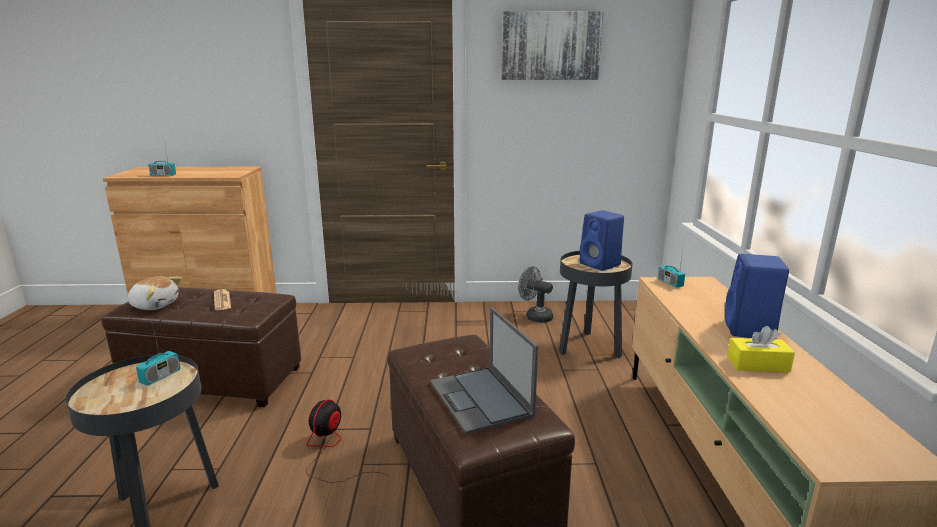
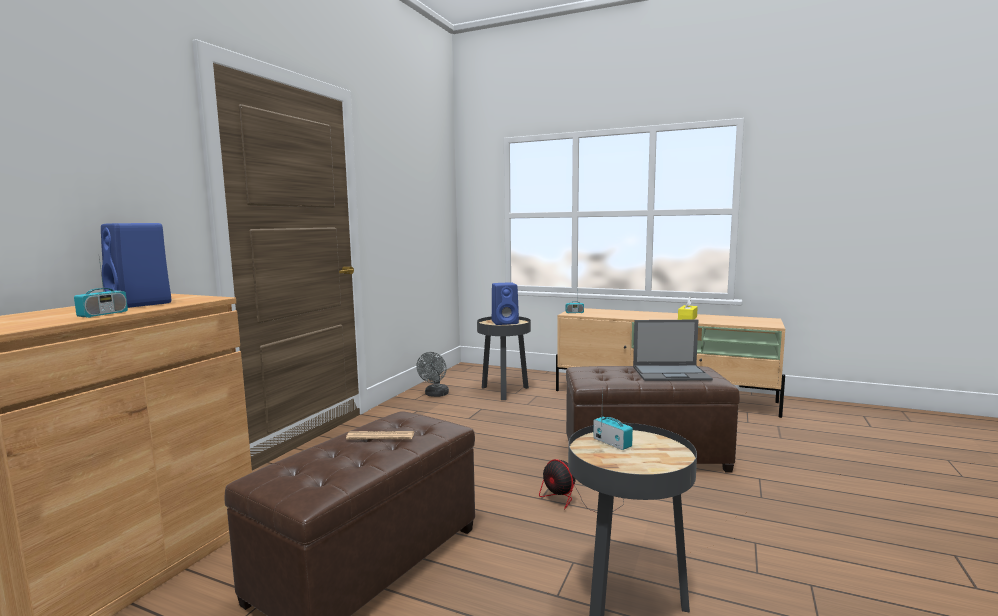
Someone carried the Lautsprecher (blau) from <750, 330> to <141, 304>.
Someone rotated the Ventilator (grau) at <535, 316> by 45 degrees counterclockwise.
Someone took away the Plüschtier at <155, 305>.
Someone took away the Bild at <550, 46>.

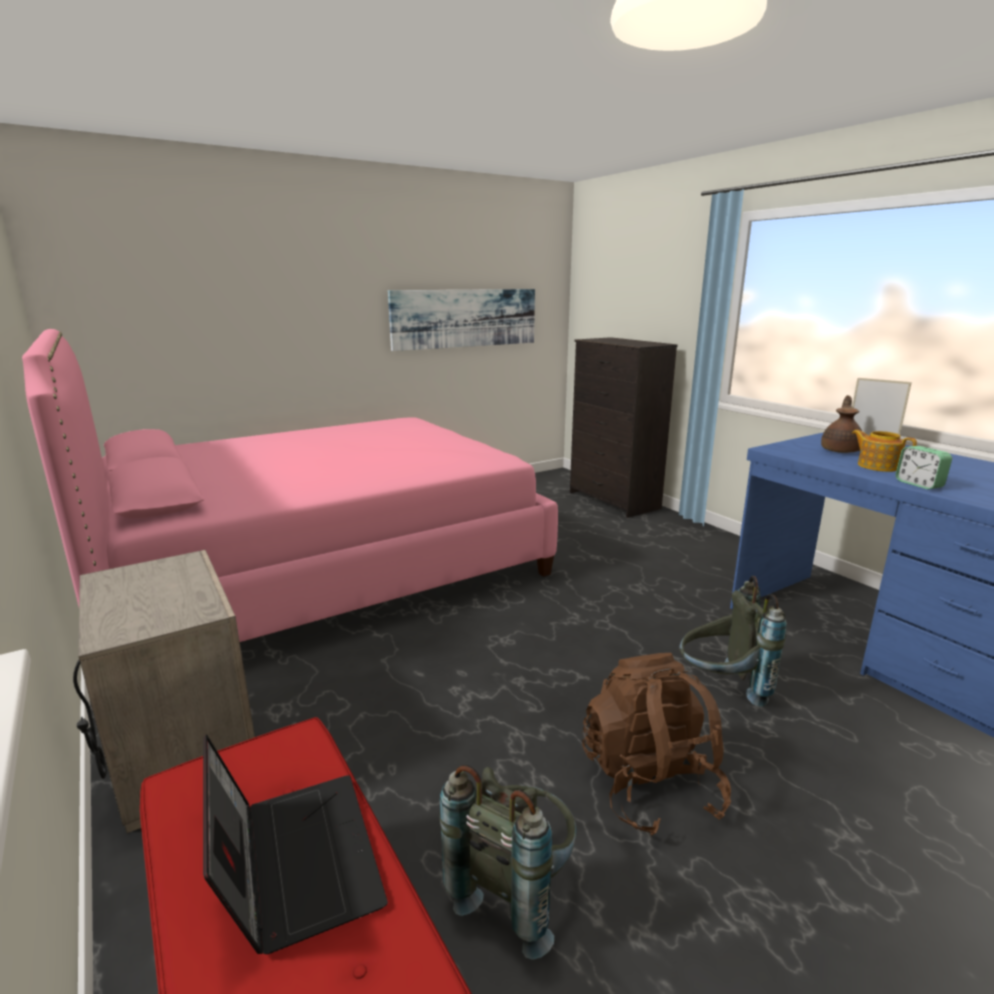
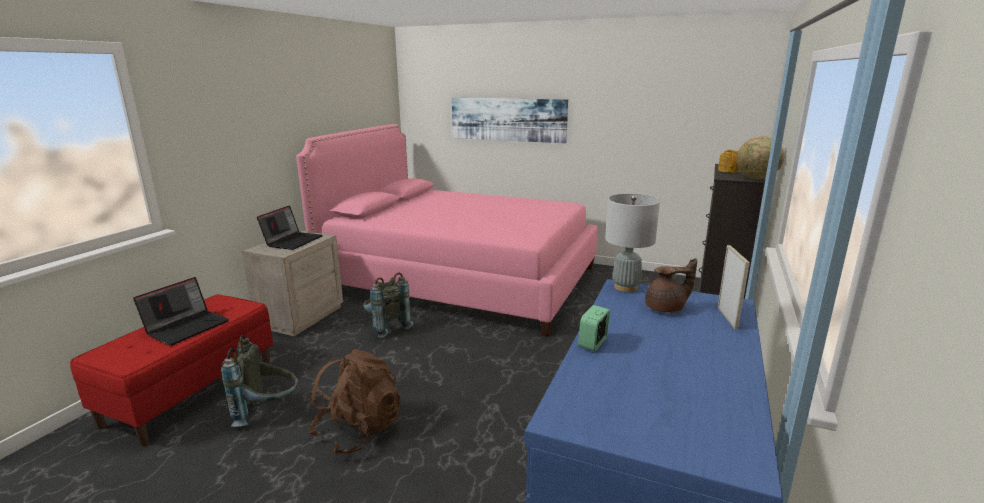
Someone put down the Laptop at <293, 241>.
Someone carried the Rucksack (grau) from <721, 688> to <386, 327>.
Someone carried the Bild from <465, 318> to <507, 119>.
Someone put down the Tischlampe (grau) at <625, 287>.
Someone carried the Teekanne from <877, 466> to <729, 170>.
Someone put down the Globus at <756, 179>.

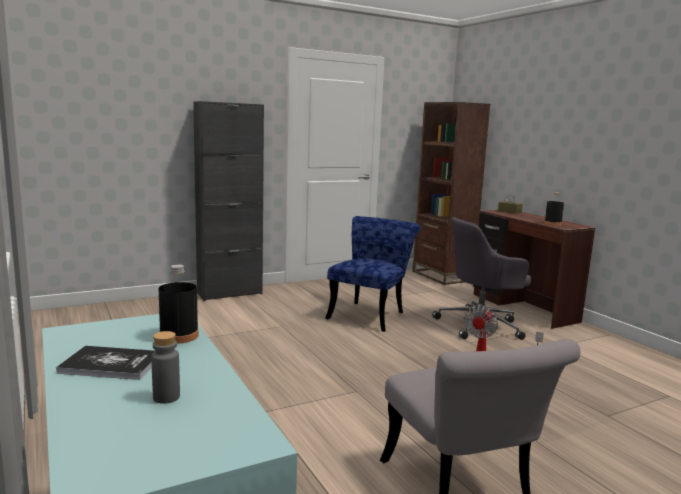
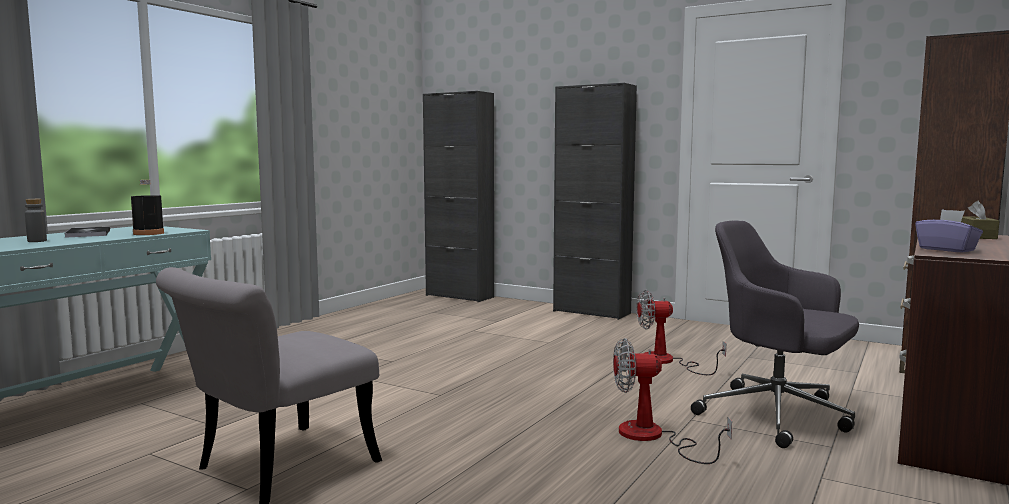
Someone put down the Schrank (schwarz) at <459, 296>.
Someone swapped the Stuhl (blau) at <370, 314> for the Ventilator at <667, 362>.
Someone swapped the Flasche (schwarz) at <552, 224> for the Taschentuchbox (lila) at <947, 249>.

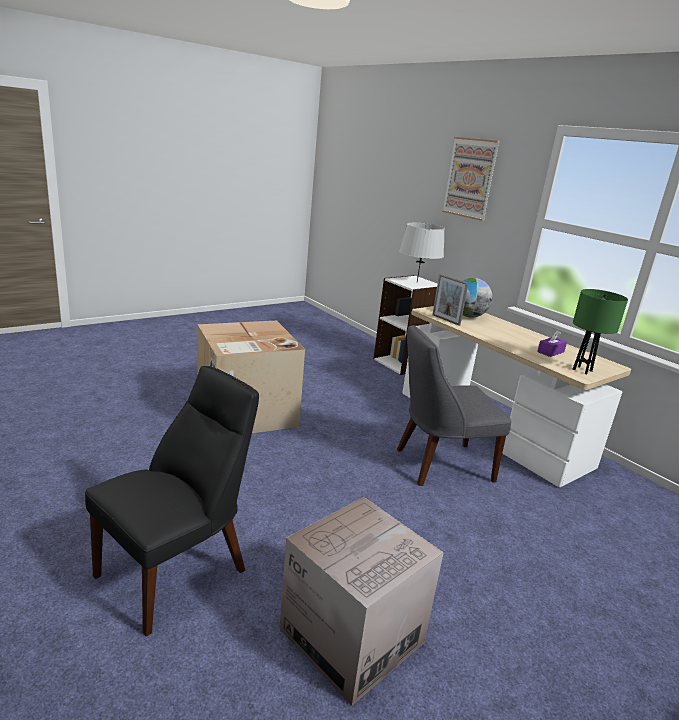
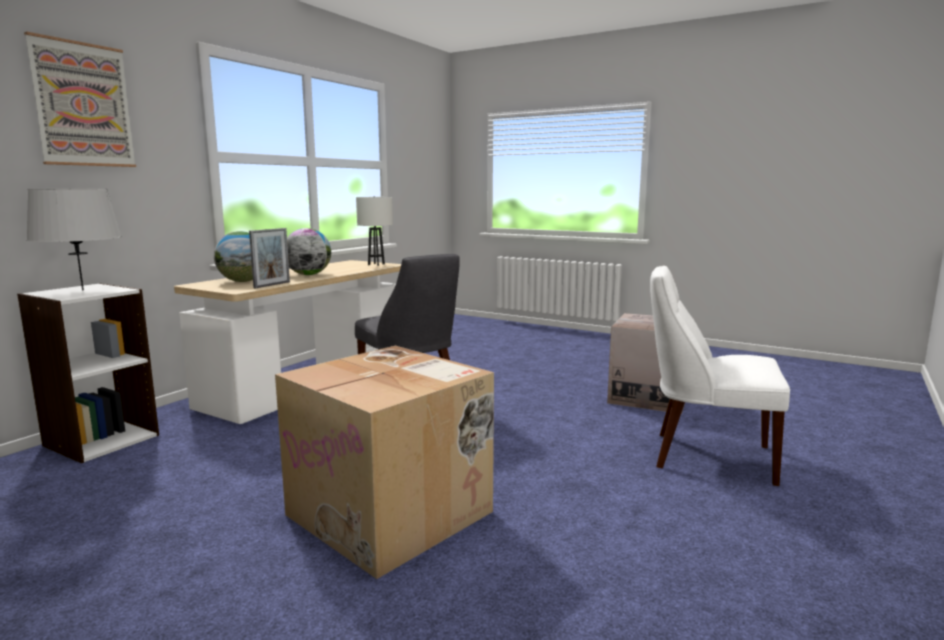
Someone put down the Globus at <308, 274>.
Someone repainted the Tischlampe (grün) at <582, 370>, which became the Tischlampe (weiß) at <376, 264>.
Someone repainted the Stuhl (schwarz) at <178, 570>, which became the Stuhl (weiß) at <706, 456>.
Someone took away the Taschentuchbox (lila) at <550, 352>.

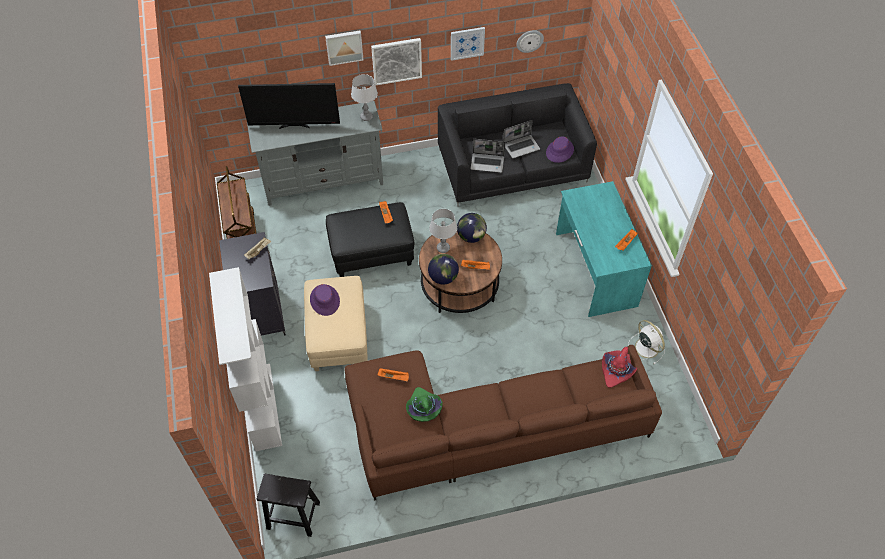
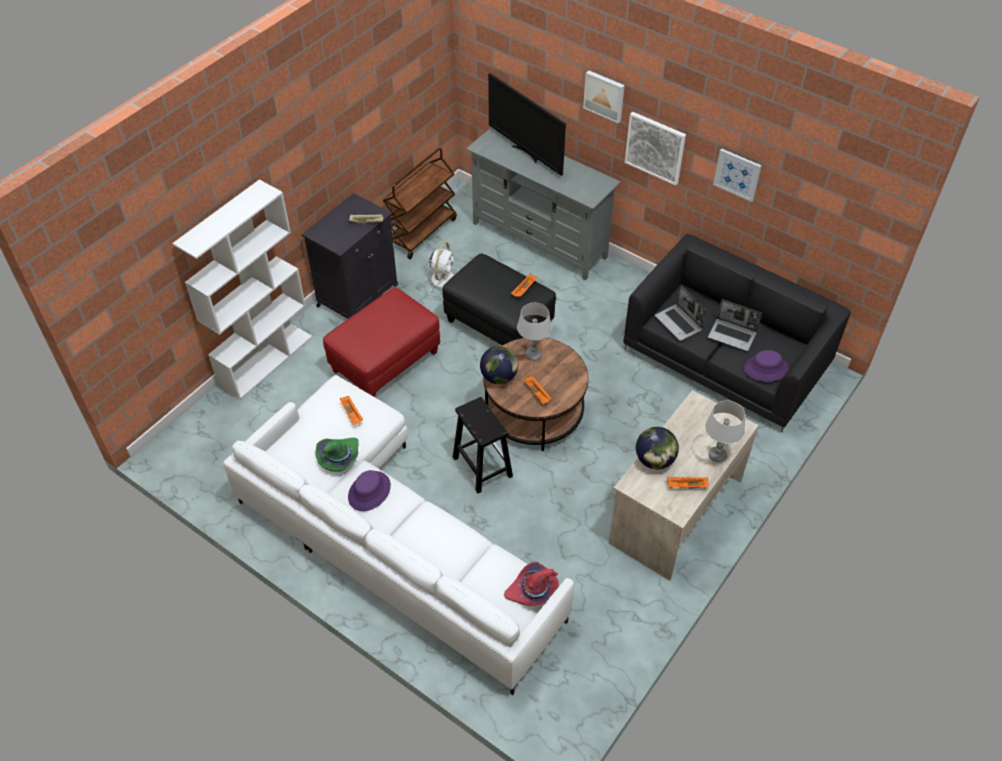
Someone repainted the Sofa (braun) at <485, 427>, which became the Sofa (weiß) at <390, 538>.
Someone repainted the Polsterhocker (beige) at <337, 335>, which became the Polsterhocker (rot) at <385, 361>.
Someone carried the Hut (lila) from <325, 300> to <369, 491>.
Someone carried the Ventilator (weiß) from <646, 347> to <443, 278>.
Someone carried the Hocker (schwarz) from <292, 515> to <481, 466>.
Someone repainted the Schreibtisch (türkis) at <594, 269>, which became the Schreibtisch (beige) at <675, 510>.
Someone carried the Globus from <471, 236> to <654, 460>.
Someone carried the Tischlampe (grau) from <366, 117> to <717, 456>.
Someone took away the Wanduhr at <529, 41>.

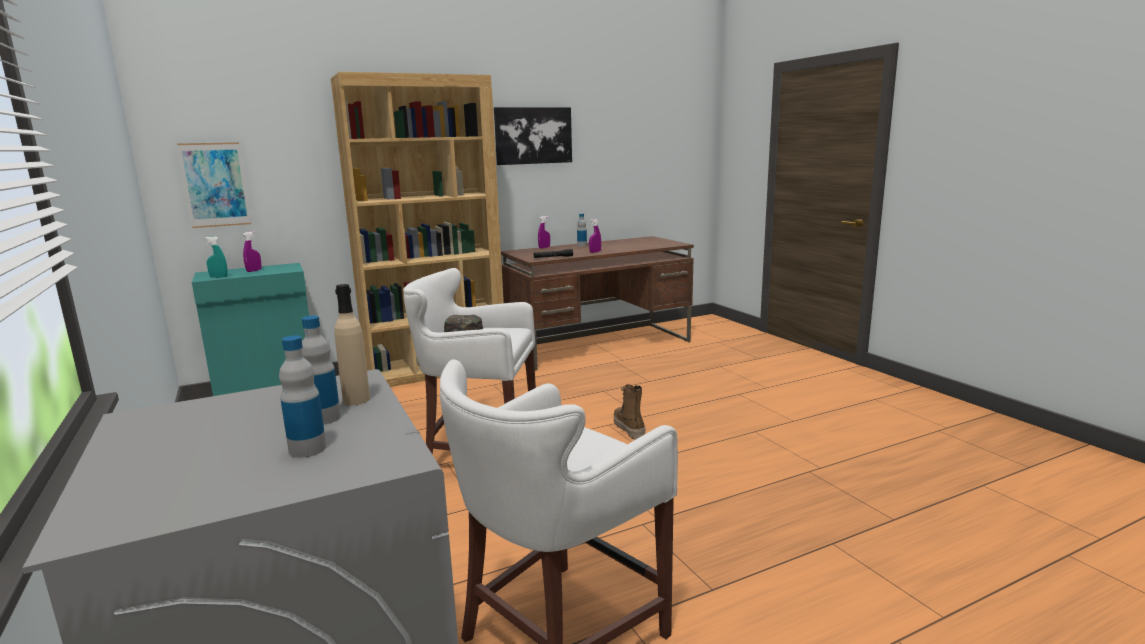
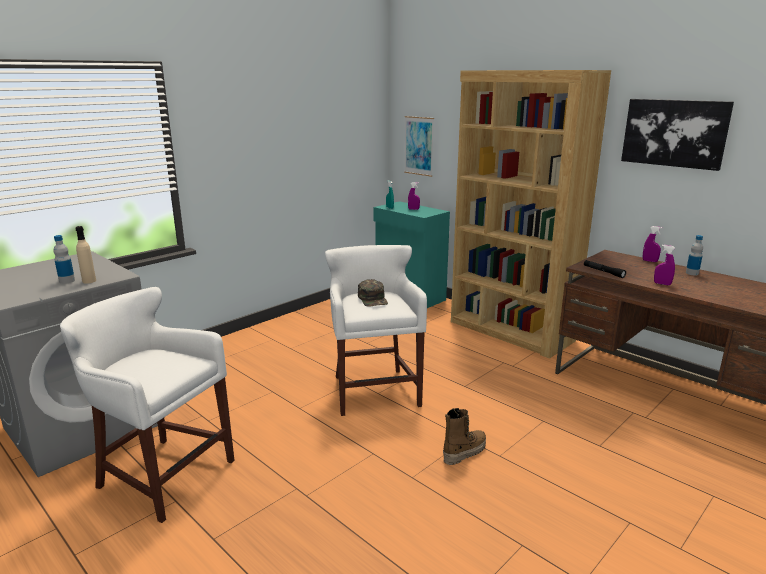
Someone took away the Flasche at <307, 449>.

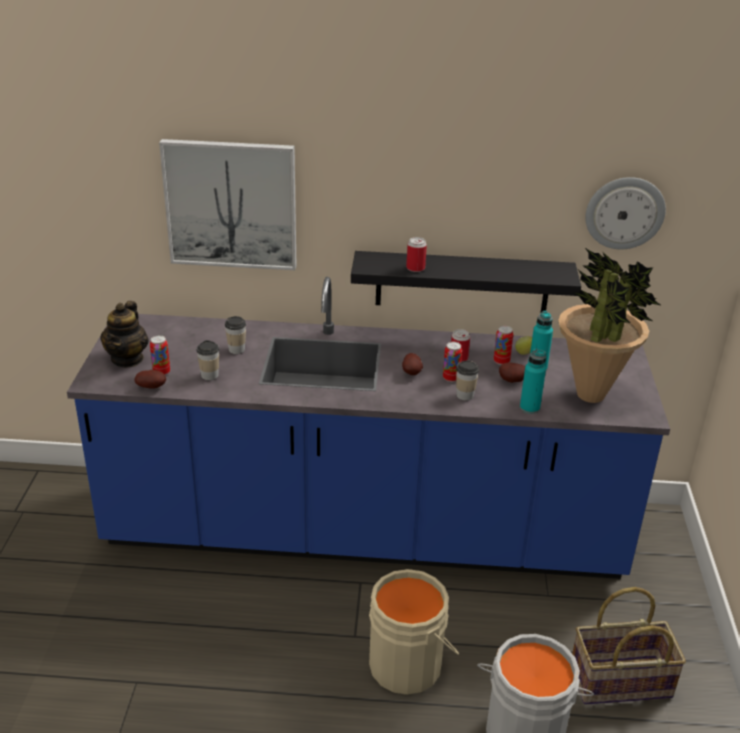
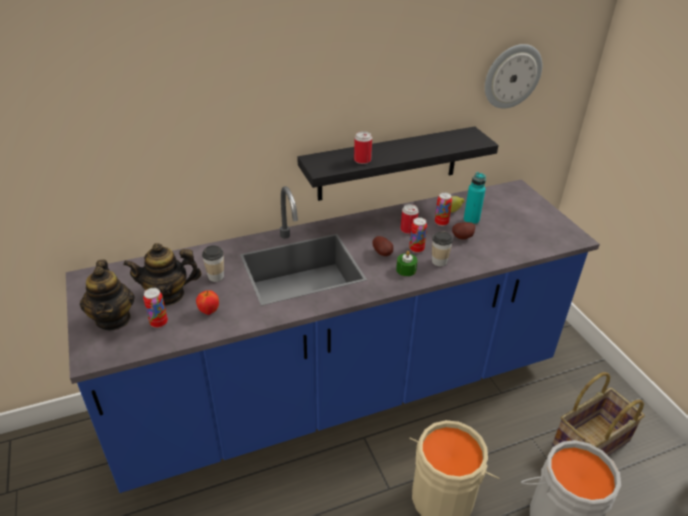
Someone put down the Teekanne at <168, 295>.
Someone swapped the Tasse at <209, 375> for the Apfel at <209, 311>.
Someone put down the Kerze (grün) at <406, 270>.
Someone took away the Kartoffel at <152, 387>.
Someone took away the Bild at <231, 204>.
Someone took away the Flasche (türkis) at <529, 408>.
Someone took away the Topfpflanze at <591, 395>.

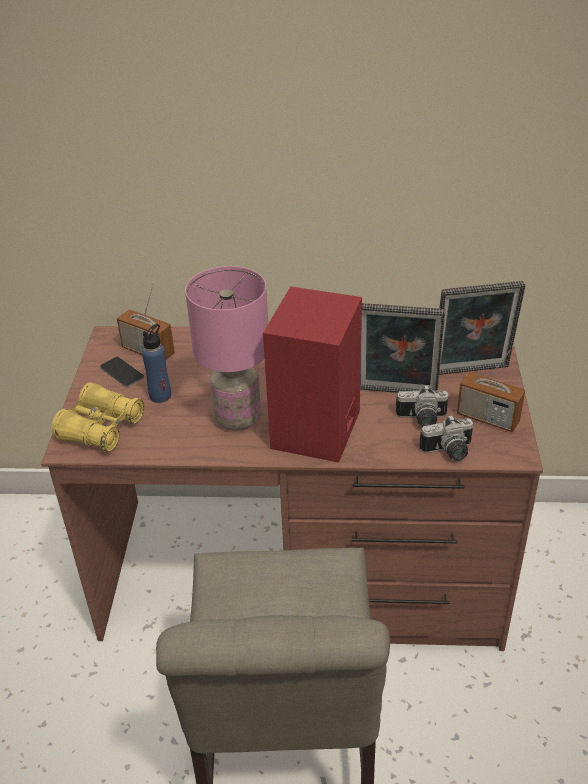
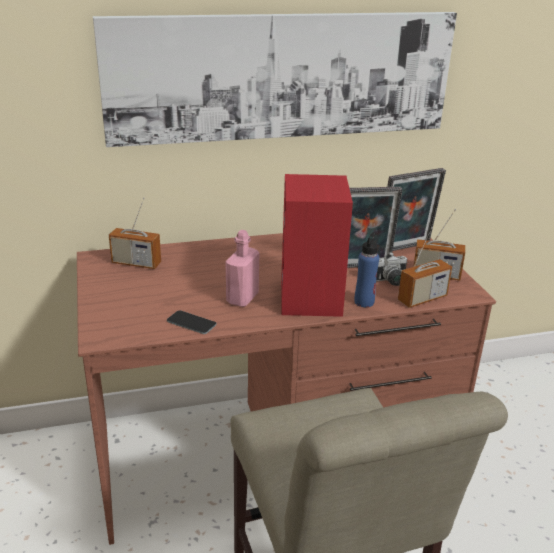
Someone put up the Bild at <282, 76>.
Someone carried the Handy from <122, 372> to <191, 323>.
Someone swapped the Tischlampe (rosa) at <239, 418> for the Flasche (rosa) at <242, 298>.
Someone carried the Flasche (blau) from <160, 395> to <364, 302>.
Someone swapped the Kamera at <449, 452> for the Radio at <422, 299>.
Someone took away the Fernglas (gelb) at <101, 428>.

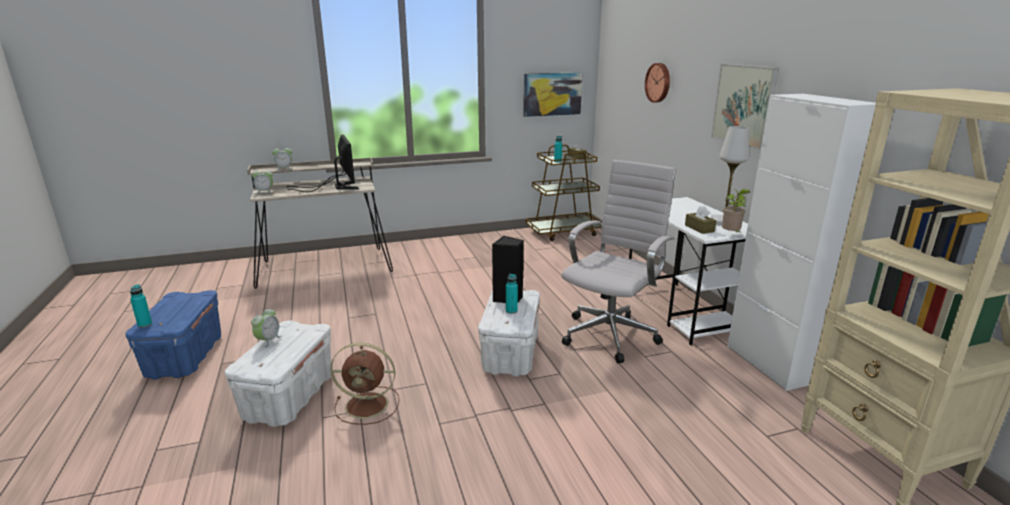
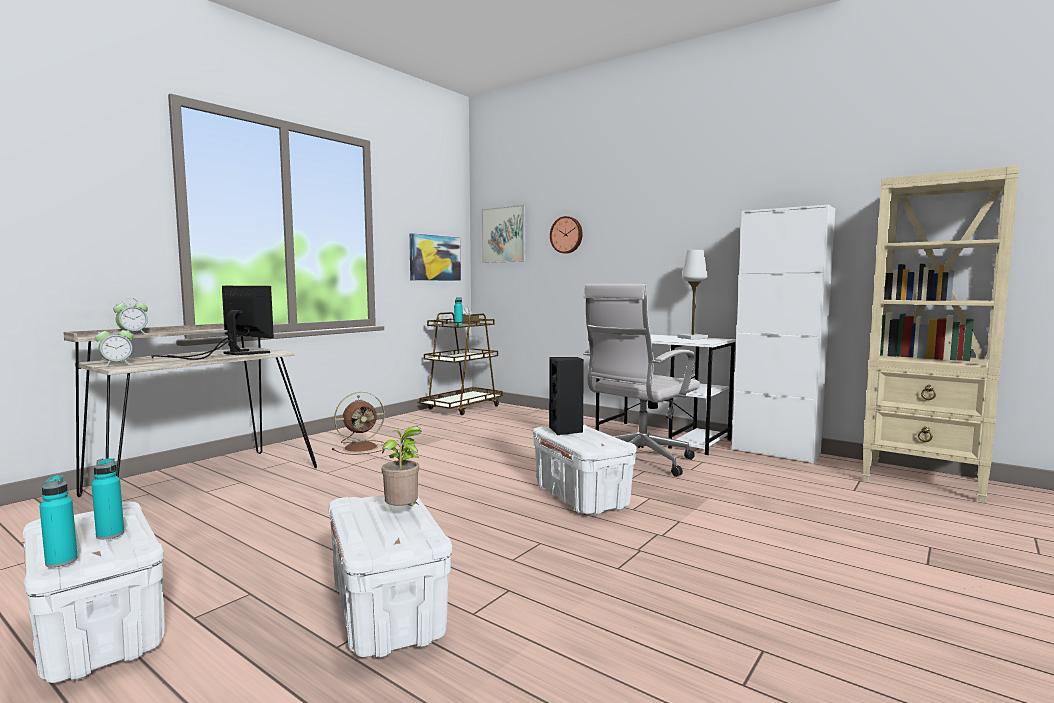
Someone repainted the Aufbewahrungsbox (blau) at <185, 357>, which became the Aufbewahrungsbox (weiß) at <100, 634>.
Someone carried the Flasche (türkis) from <511, 311> to <110, 534>.
Someone carried the Ventilator (braun) from <369, 405> to <362, 447>.
Someone carried the Topfpflanze from <731, 235> to <403, 512>.
Someone carried the Bild from <743, 105> to <504, 234>.
Someone rotated the Bürostuhl (weiß) at <611, 334> by 135 degrees counterclockwise.
Someone took away the Wecker at <268, 340>.
Someone took away the Taschentuchbox (braun) at <699, 228>.

